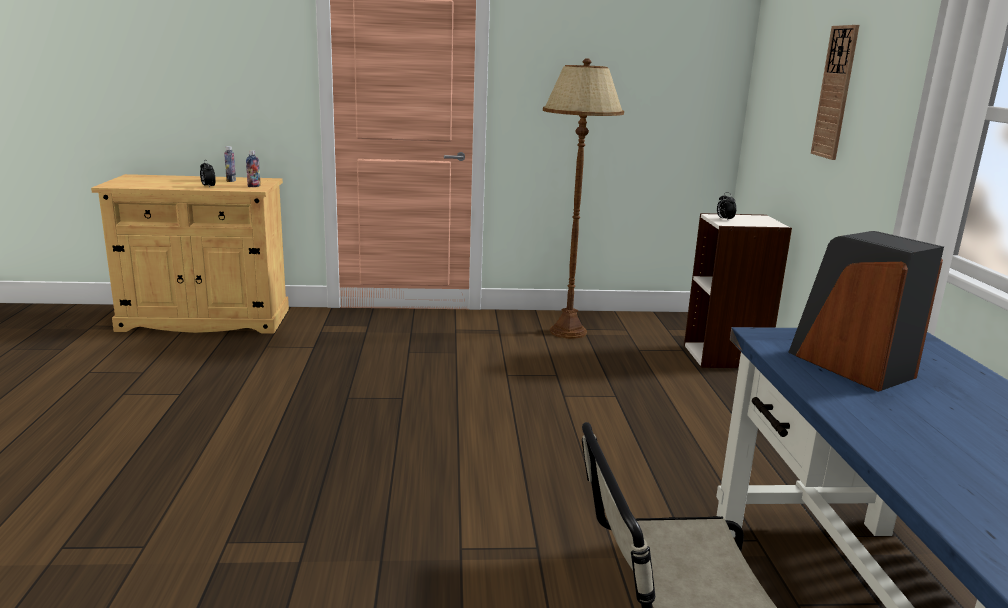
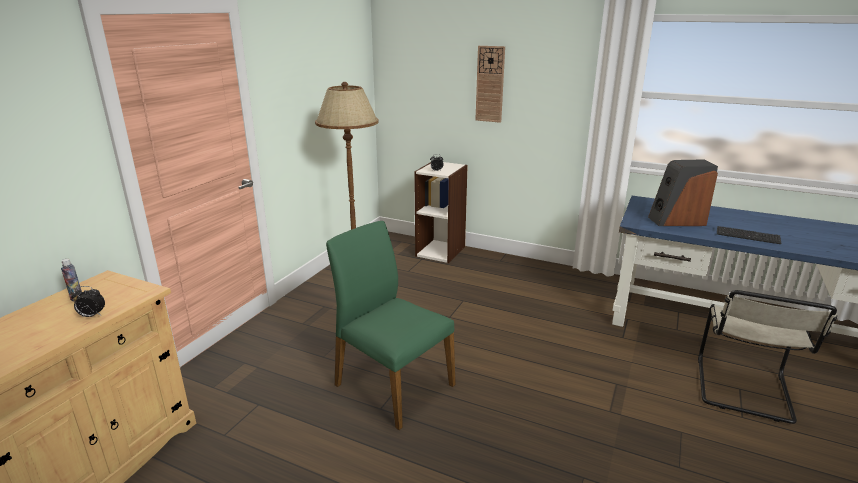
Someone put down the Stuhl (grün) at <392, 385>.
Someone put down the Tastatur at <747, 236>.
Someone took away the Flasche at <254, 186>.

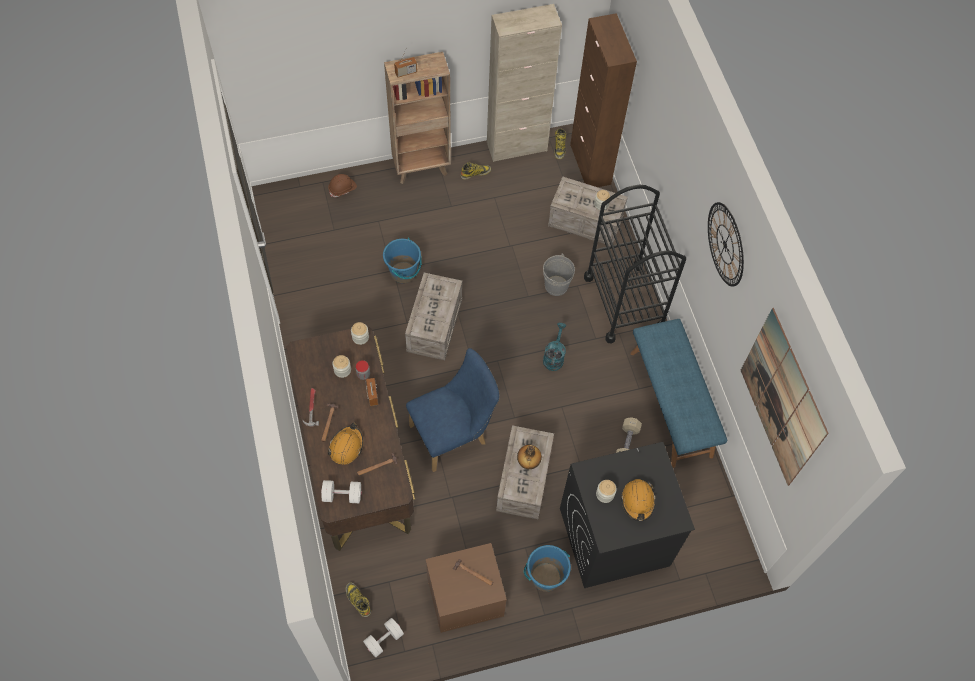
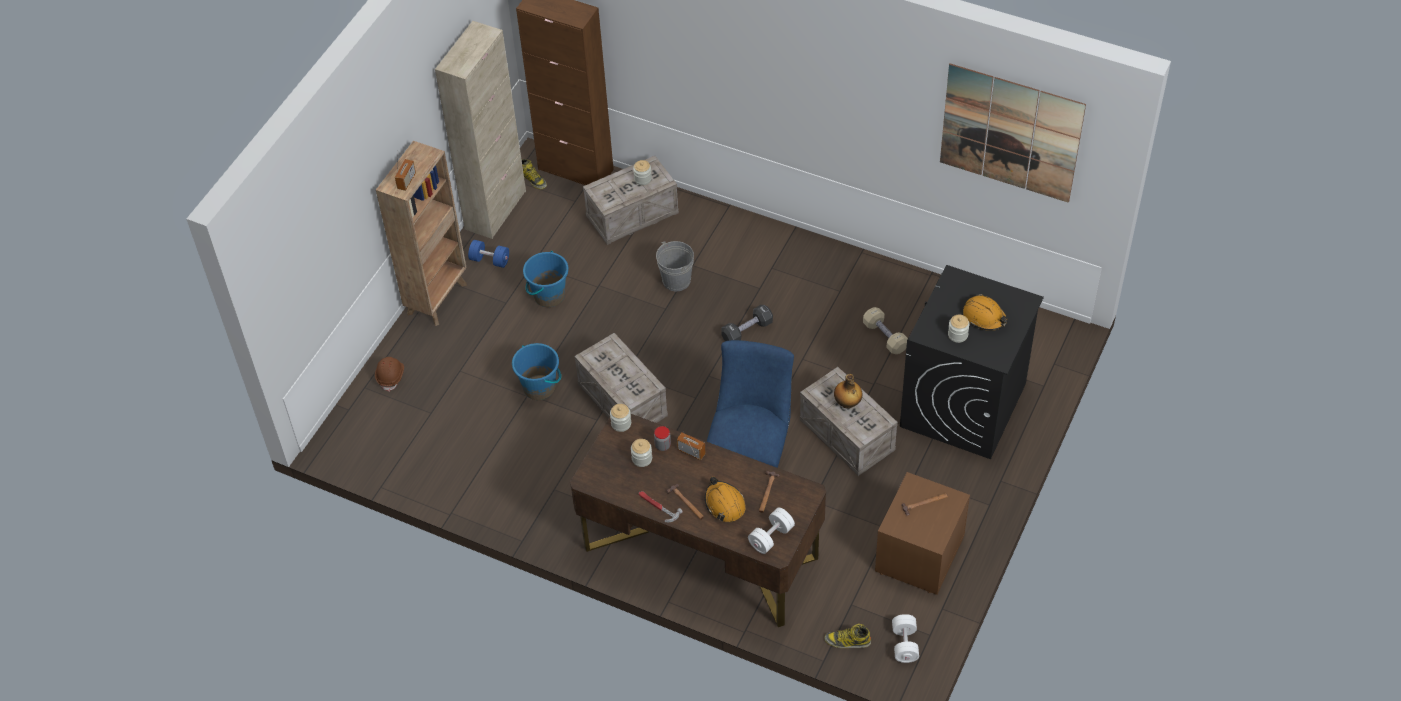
Someone swapped the Stiefel at <475, 173> for the Hantel (blau) at <489, 260>.
Someone carried the Eimer (blau) from <545, 577> to <549, 295>.
Someone swapped the Gießkanne (türkis) at <554, 356> for the Hantel (schwarz) at <747, 331>.
Someone took away the Rollwagen (schwarz) at <624, 302>.
Someone took away the Bank (blau) at <671, 403>.
Someone took away the Wanduhr at <725, 244>.

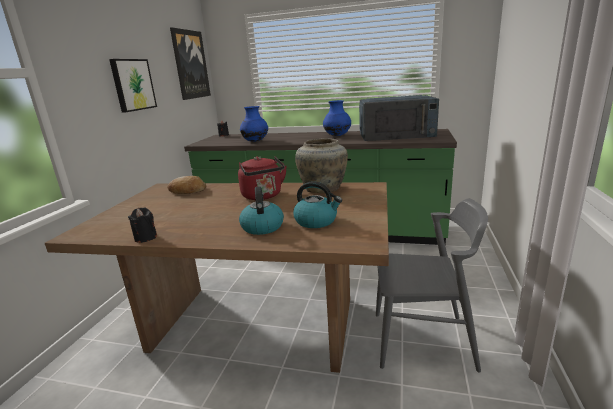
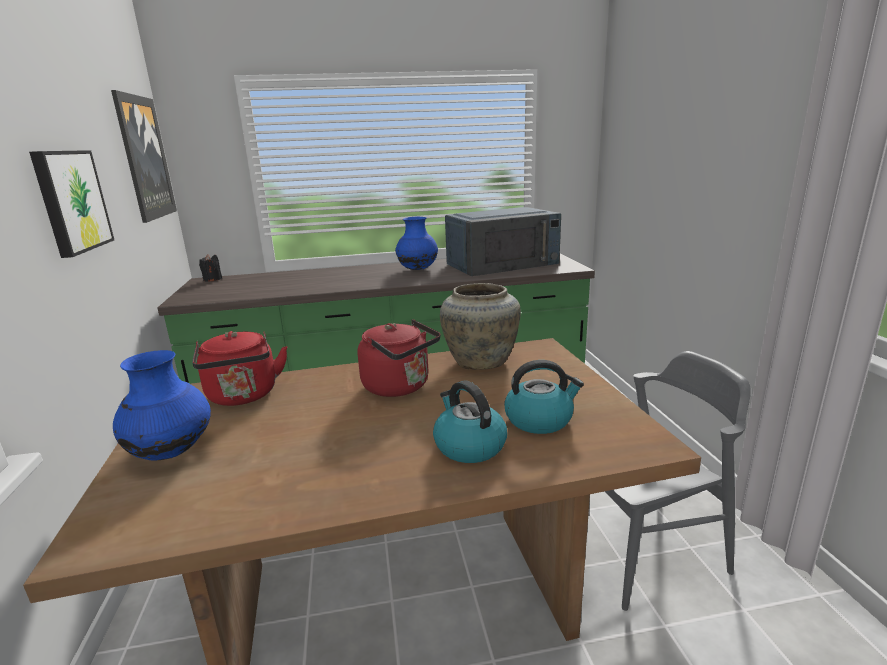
Someone carried the Vase (blau) from <255, 141> to <172, 452>.
Someone swapped the Brot at <187, 191> for the Wasserkessel (rot) at <243, 396>.
Someone took away the Kerze (schwarz) at <145, 238>.

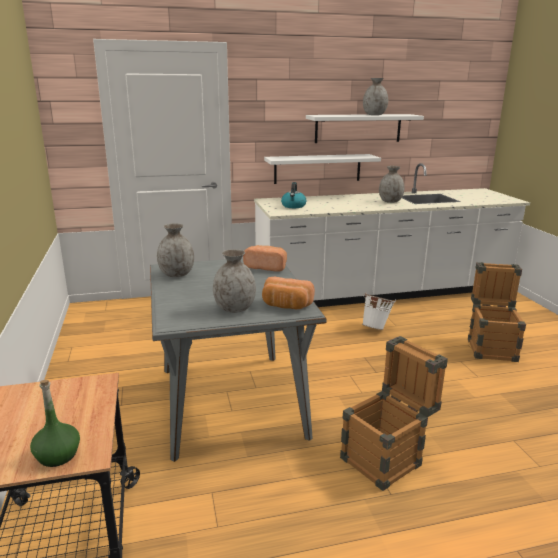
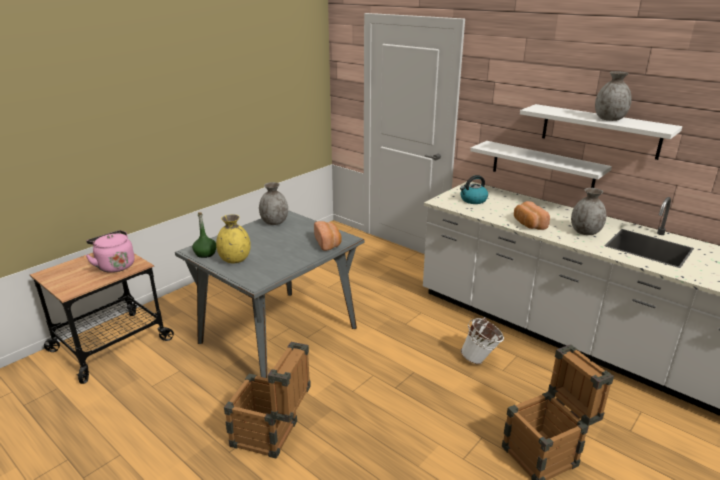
Someone put down the Wasserkessel (rosa) at <115, 265>.
Someone carried the Flasche (grün) from <57, 455> to <205, 253>.
Someone repainted the Vase (grau) at <234, 308>, which became the Vase (gelb) at <235, 259>.
Someone carried the Brot from <286, 306> to <528, 224>.

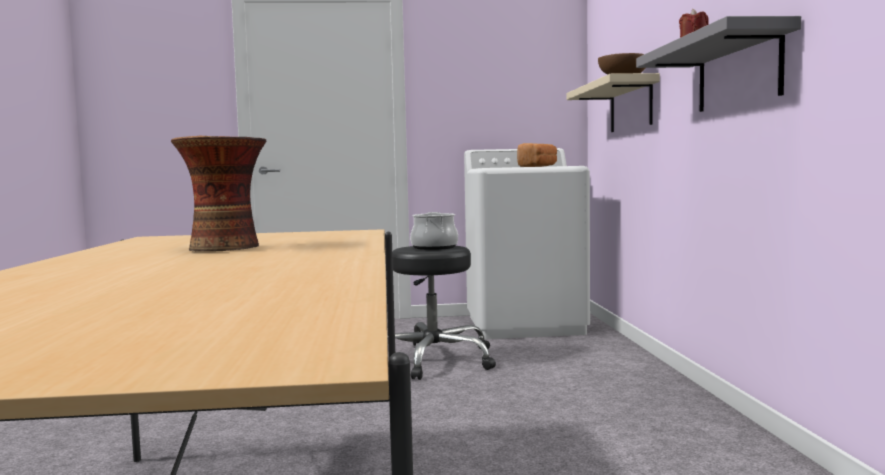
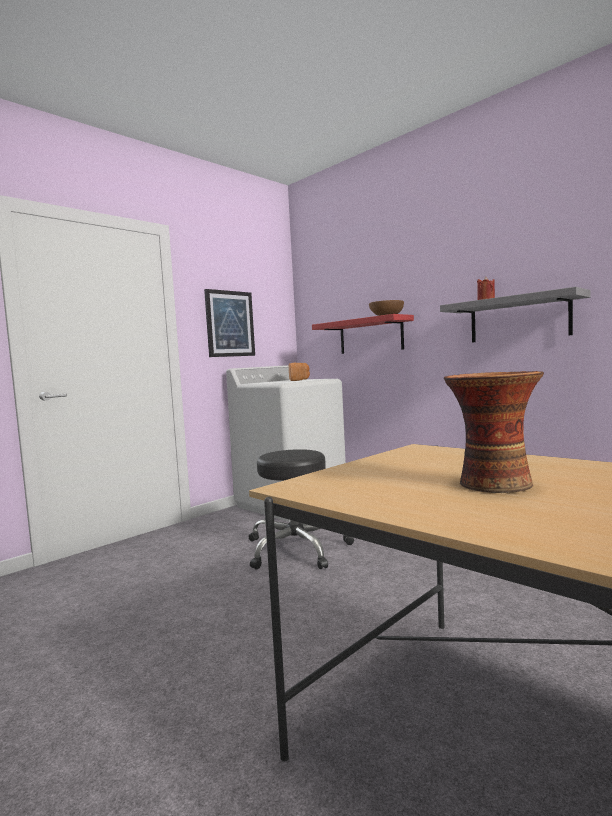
Someone put up the Bild at <230, 324>.
Someone repainted the Wandregal (beige) at <631, 106>, which became the Wandregal (rot) at <370, 336>.
Someone took away the Kochtopf at <434, 247>.

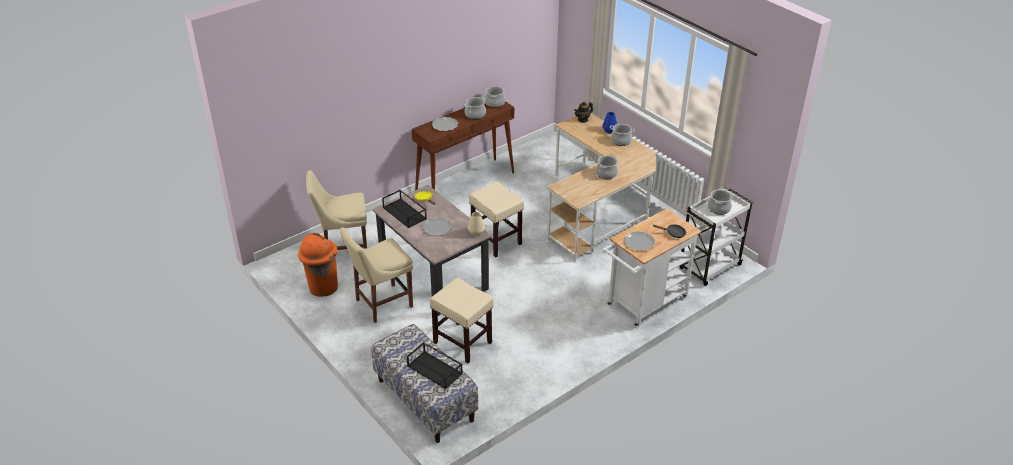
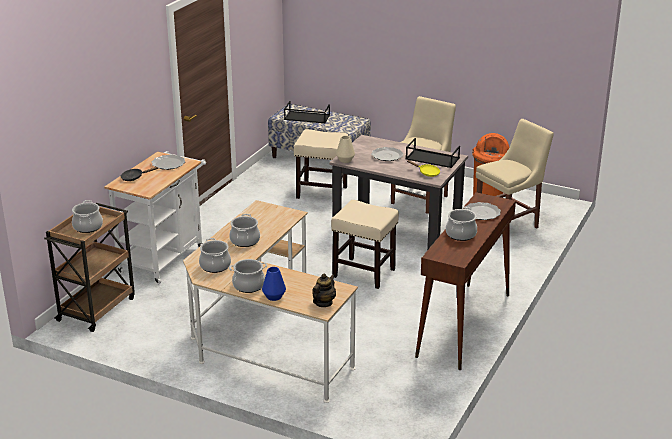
Someone repainted the Rollwagen (weiß) at <709, 267>, which became the Rollwagen (braun) at <97, 308>.
Someone carried the Kochtopf from <494, 103> to <215, 266>.

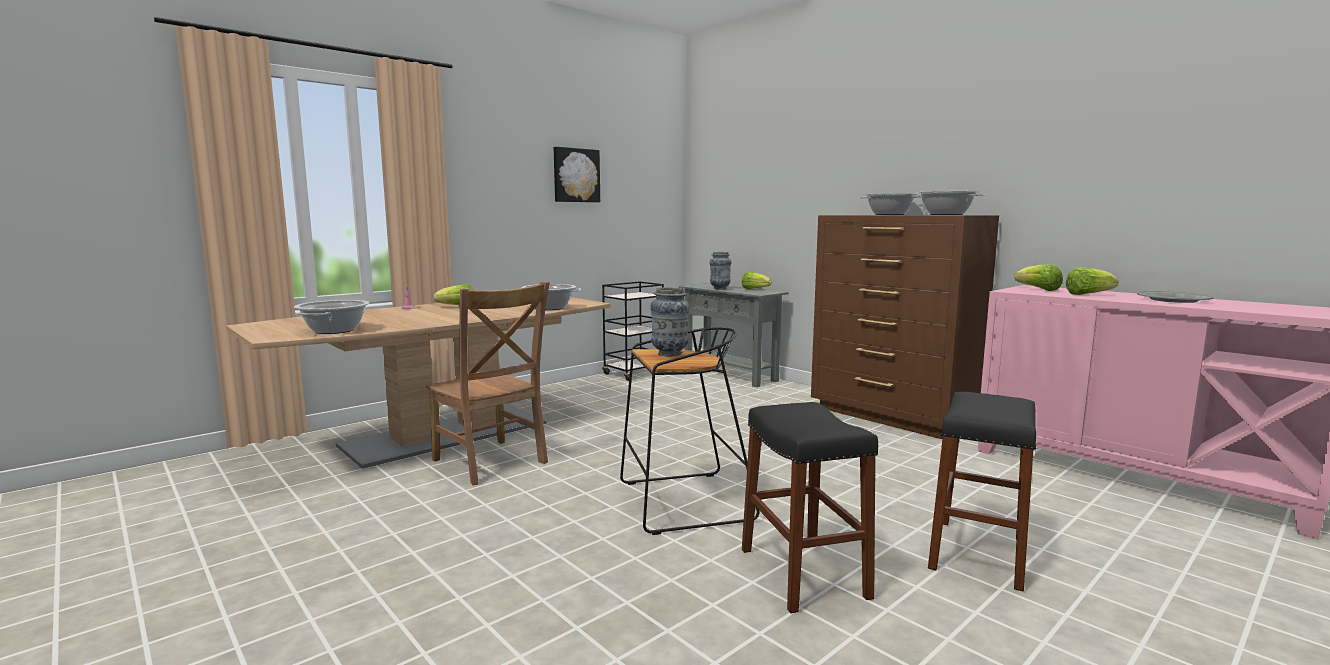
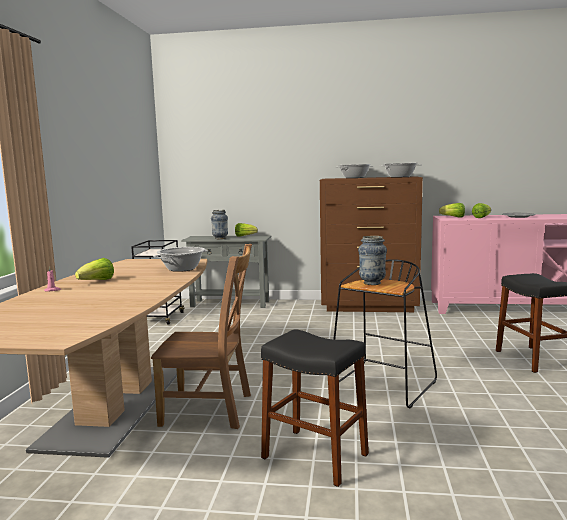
Someone carried the Hocker (schwarz) from <803, 573> to <315, 456>.
Someone took away the Kochtopf at <335, 331>.
Someone took away the Bild at <575, 175>.

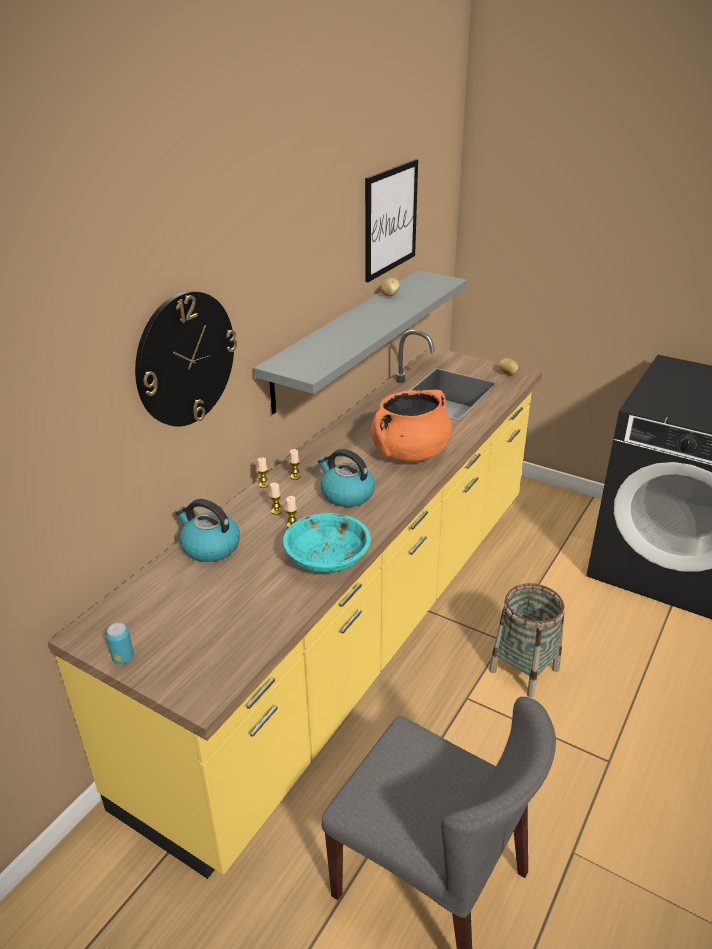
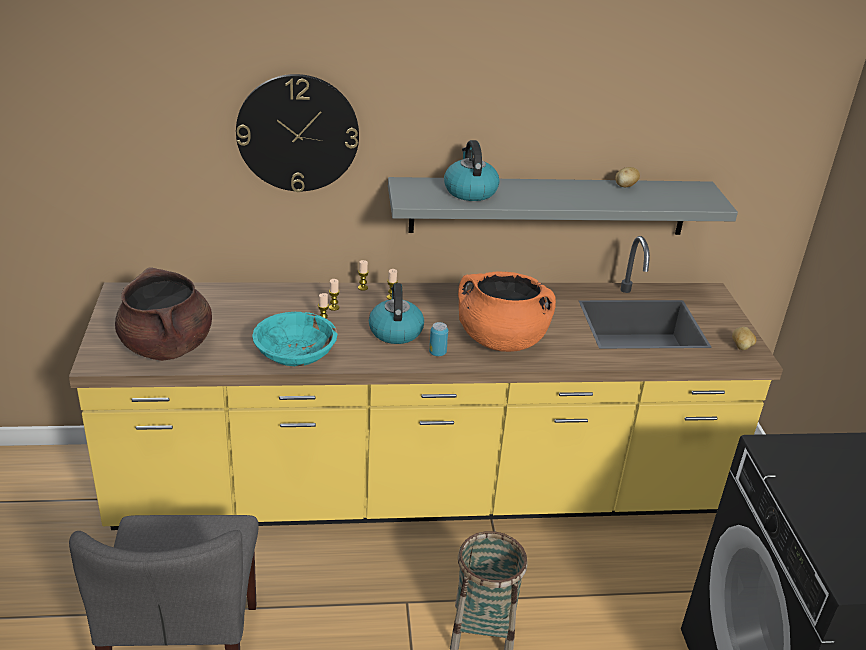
Someone put down the Kochtopf (braun) at <167, 347>.
Someone carried the Dose from <123, 658> to <437, 353>.
Someone carried the Wasserkessel from <210, 547> to <470, 191>.
Someone took away the Bild at <390, 219>.

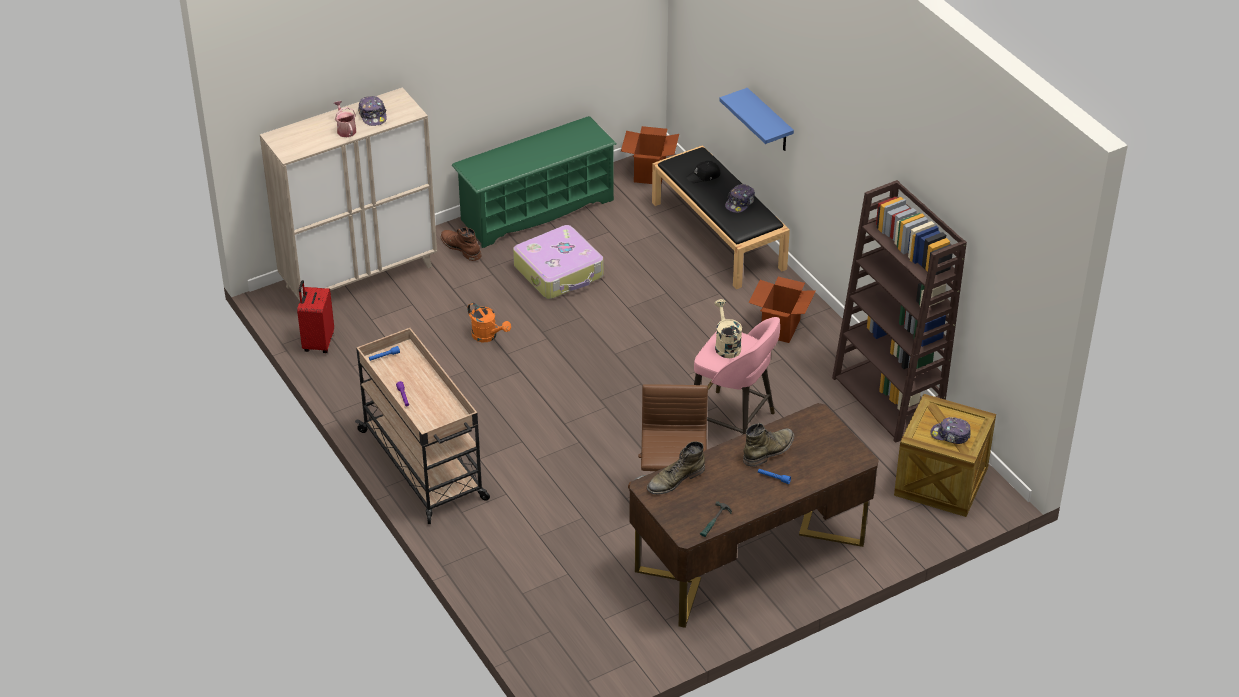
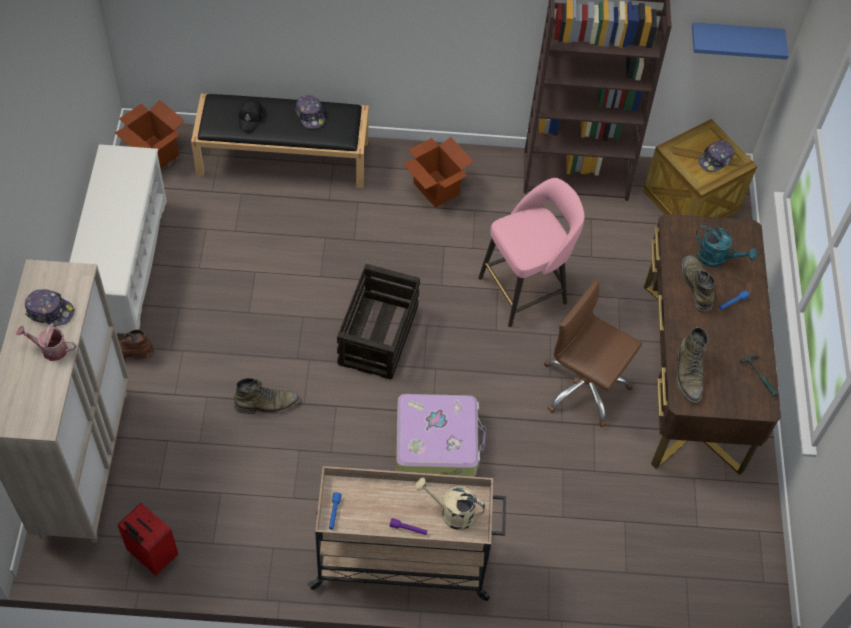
Someone repainted the Schuhregal (grün) at <536, 210>, which became the Schuhregal (weiß) at <124, 264>.
Someone swapped the Gießkanne (orange) at <488, 336> for the Stiefel (grün) at <267, 404>.
Someone put down the Kiste at <378, 334>.
Someone carried the Koffer from <559, 272> to <437, 442>.
Someone carried the Gießkanne (beige) from <726, 345> to <451, 513>.
Someone carried the Wandregal (blau) from <769, 121> to <734, 38>.
Someone put down the Gießkanne (türkis) at <716, 258>.

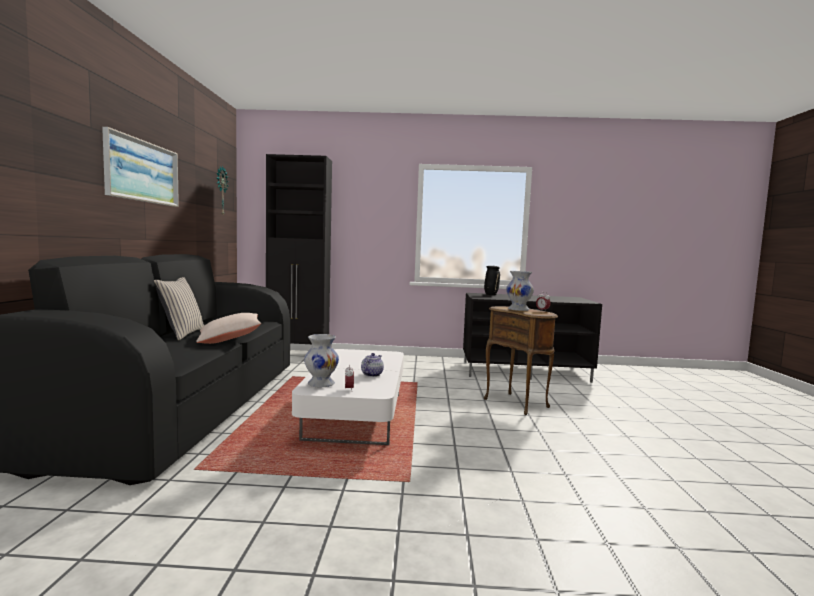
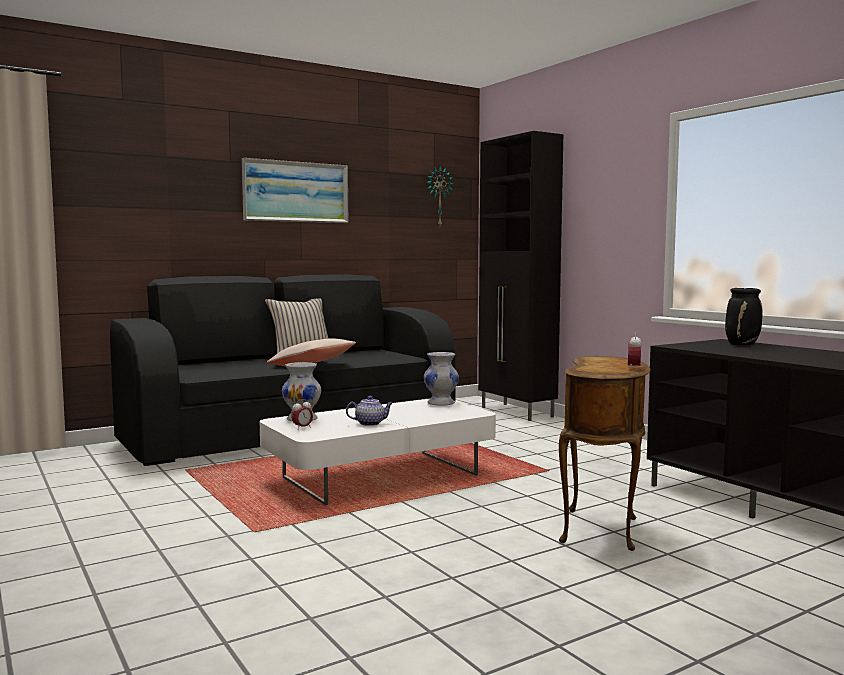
Someone carried the Vase (weiß) from <519, 309> to <441, 403>.

